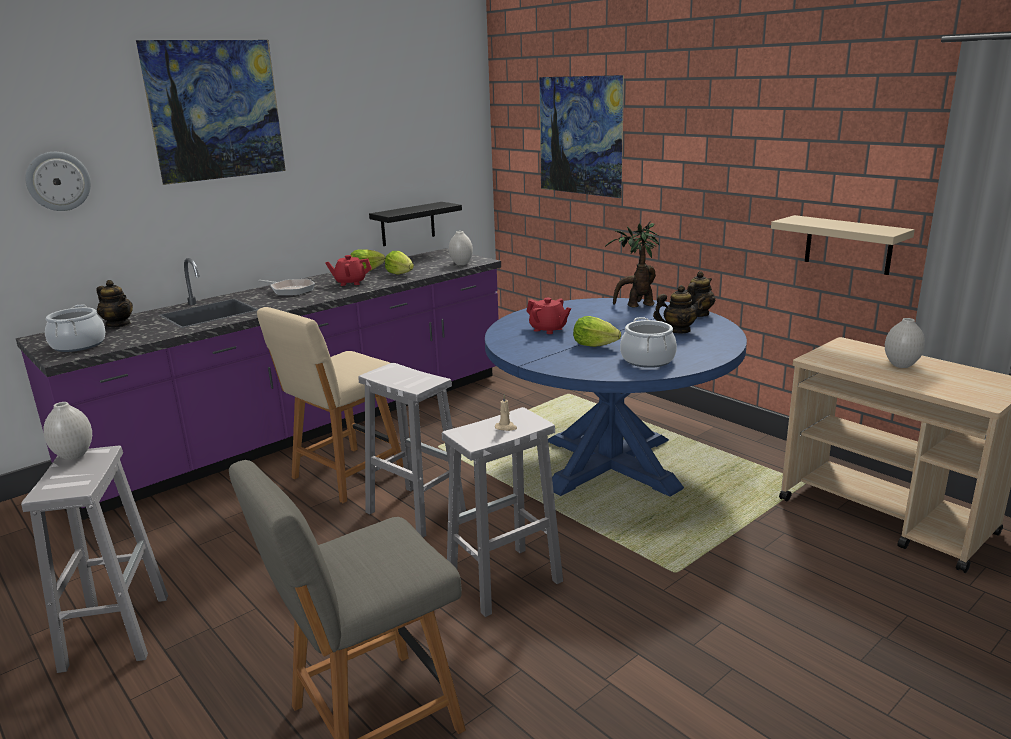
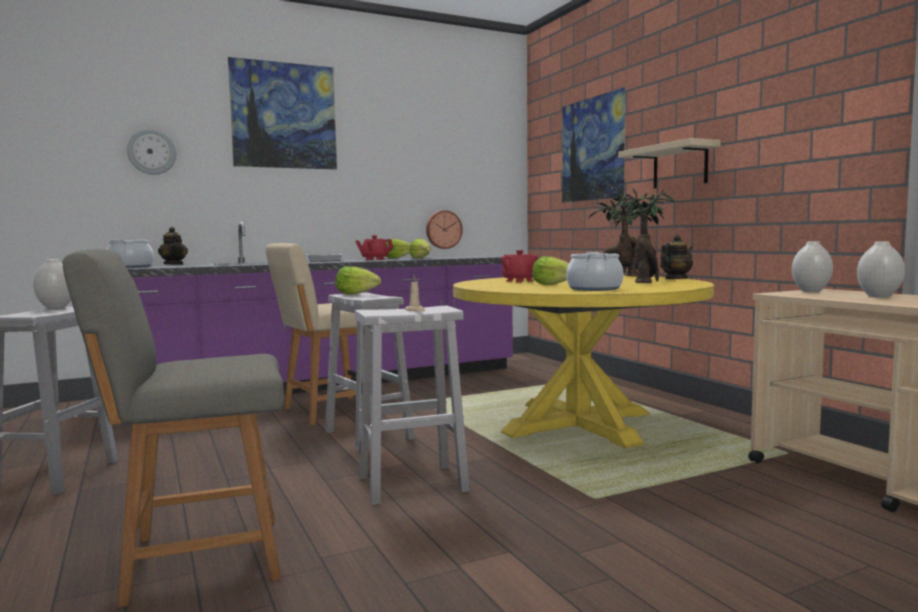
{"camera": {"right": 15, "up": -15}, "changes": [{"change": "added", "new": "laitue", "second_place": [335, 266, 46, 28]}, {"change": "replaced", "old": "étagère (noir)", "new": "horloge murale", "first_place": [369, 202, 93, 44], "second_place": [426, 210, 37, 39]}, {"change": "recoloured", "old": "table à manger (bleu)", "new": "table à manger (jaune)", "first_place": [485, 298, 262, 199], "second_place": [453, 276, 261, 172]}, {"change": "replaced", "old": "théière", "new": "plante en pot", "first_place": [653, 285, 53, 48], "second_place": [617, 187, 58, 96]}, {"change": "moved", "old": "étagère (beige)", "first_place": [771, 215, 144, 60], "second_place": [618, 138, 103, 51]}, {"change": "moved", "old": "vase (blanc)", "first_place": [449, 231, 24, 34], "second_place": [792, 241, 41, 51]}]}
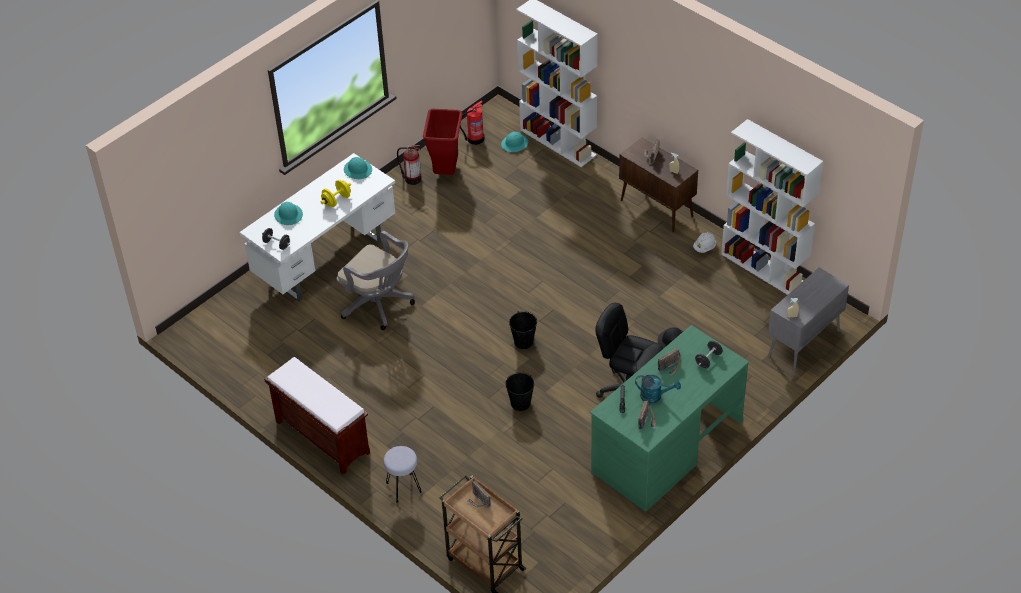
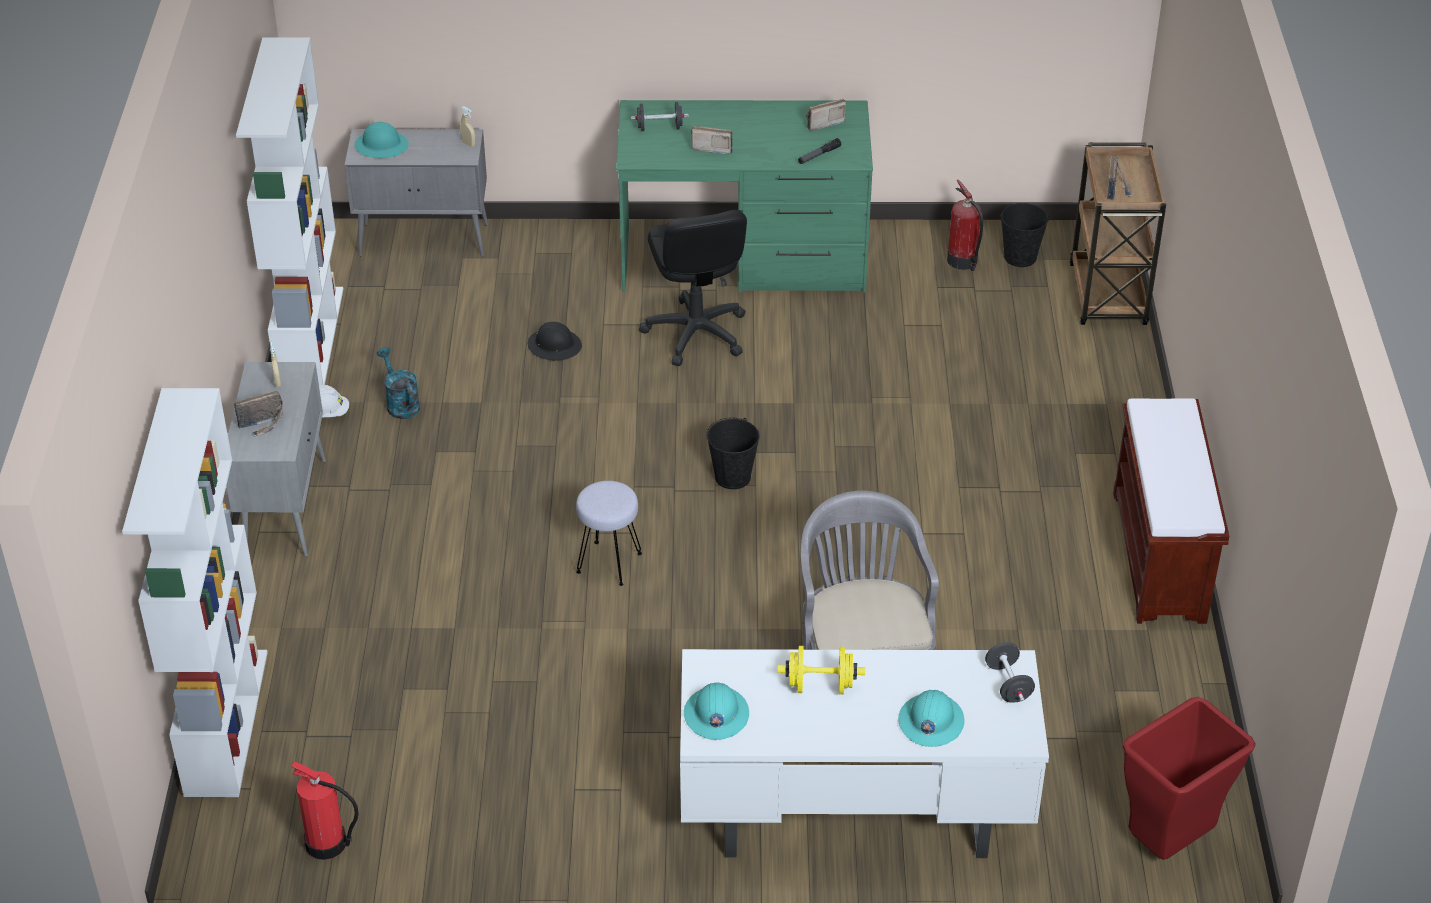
{"camera": {"right": -135, "up": -5}, "changes": [{"change": "recoloured", "old": "meuble de rangement (marron)", "new": "meuble de rangement (gris)", "first_place": [619, 137, 79, 96], "second_place": [226, 362, 100, 195]}, {"change": "moved", "old": "casque de chantier (turquoise)", "first_place": [501, 132, 27, 20], "second_place": [355, 122, 54, 36]}, {"change": "moved", "old": "arrosoir (turquoise)", "first_place": [635, 374, 46, 29], "second_place": [377, 347, 43, 72]}, {"change": "moved", "old": "tabouret (gris)", "first_place": [383, 446, 39, 56], "second_place": [576, 481, 66, 105]}, {"change": "moved", "old": "extincteur", "first_place": [397, 145, 25, 40], "second_place": [947, 180, 36, 91]}, {"change": "moved", "old": "seau (noir)", "first_place": [505, 372, 29, 39], "second_place": [1001, 203, 48, 64]}, {"change": "moved", "old": "poubelle (rouge)", "first_place": [423, 109, 40, 66], "second_place": [1123, 697, 133, 163]}]}
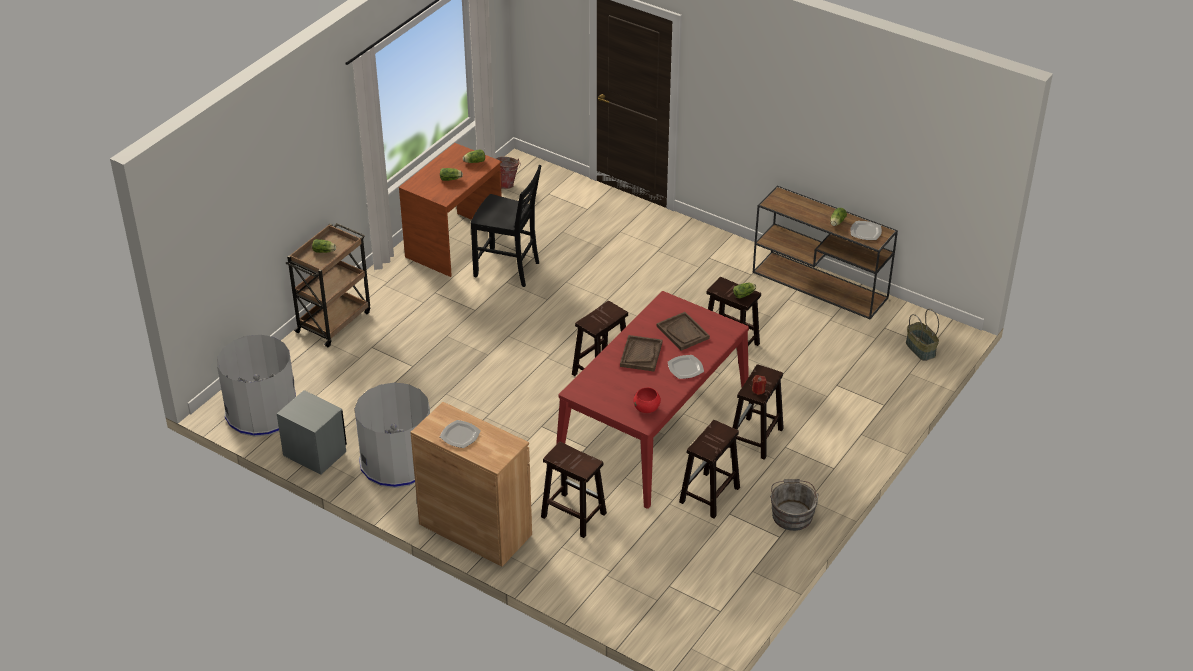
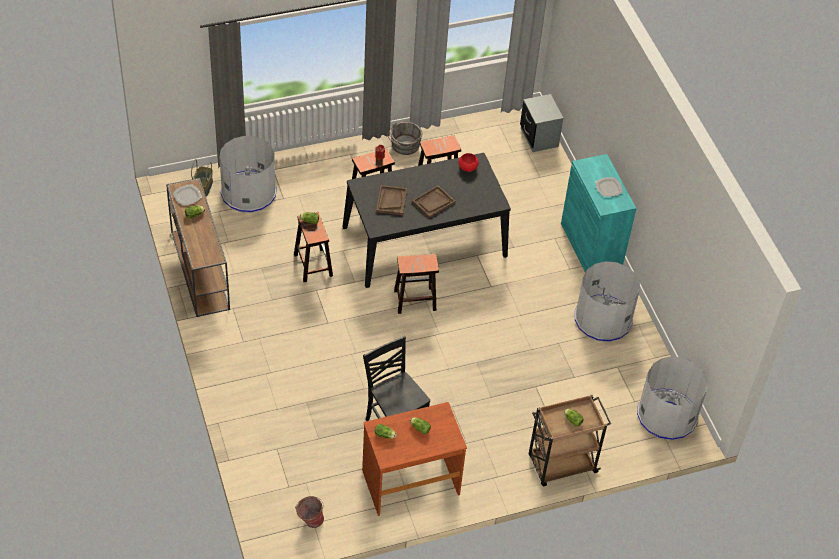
{"camera": {"right": -145, "up": 10}, "changes": [{"change": "added", "new": "poubelle (gris)", "second_place": [219, 136, 58, 77]}, {"change": "recoloured", "old": "table à manger (rouge)", "new": "table à manger (noir)", "first_place": [556, 291, 193, 218], "second_place": [342, 153, 169, 135]}, {"change": "moved", "old": "table de chevet (gris)", "first_place": [277, 390, 70, 85], "second_place": [520, 94, 43, 58]}, {"change": "recoloured", "old": "meuble de rangement (marron)", "new": "meuble de rangement (turquoise)", "first_place": [410, 402, 122, 165], "second_place": [561, 154, 75, 119]}, {"change": "removed", "old": "tabouret (marron)", "first_place": [541, 442, 66, 96]}, {"change": "removed", "old": "assiette", "first_place": [668, 355, 36, 24]}]}
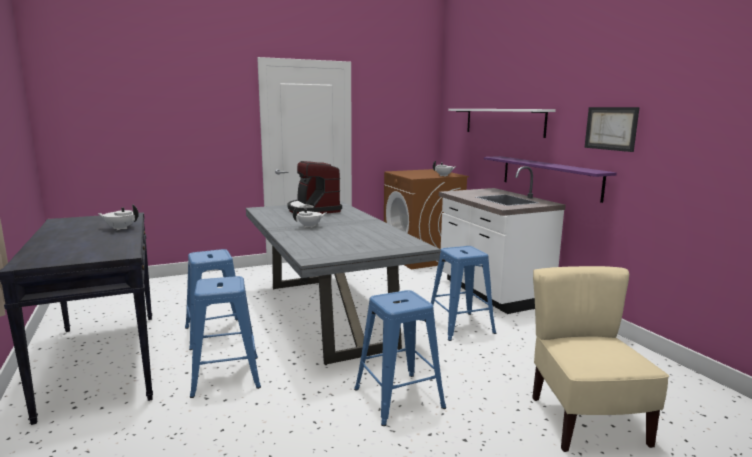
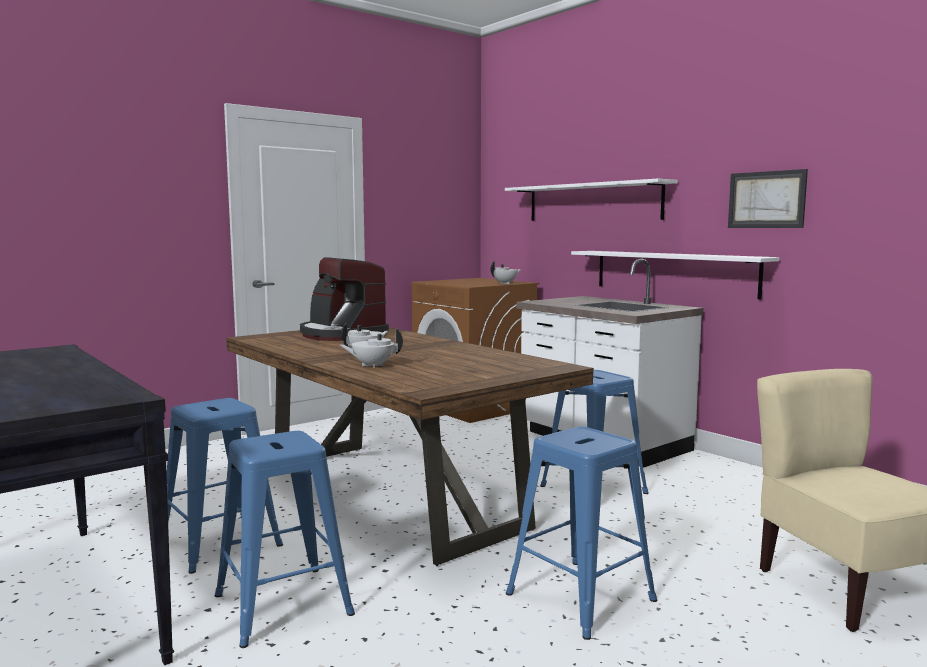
{"camera": {"right": -15, "up": -5}, "changes": [{"change": "recoloured", "old": "table à manger (gris)", "new": "table à manger (marron)", "first_place": [246, 201, 194, 164], "second_place": [226, 327, 368, 239]}, {"change": "moved", "old": "théière (blanc)", "first_place": [98, 204, 41, 26], "second_place": [340, 328, 63, 40]}, {"change": "recoloured", "old": "étagère (violet)", "new": "étagère (blanc)", "first_place": [484, 156, 133, 47], "second_place": [571, 251, 209, 49]}]}
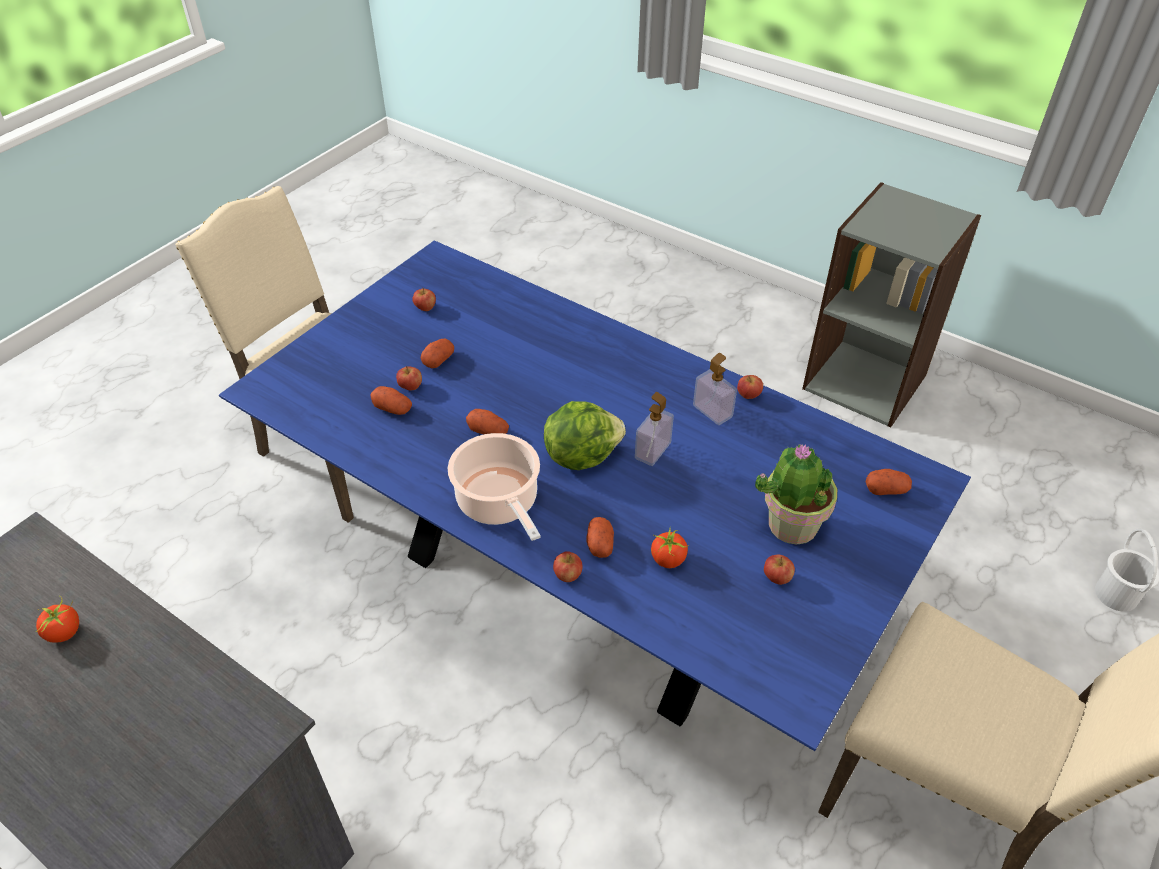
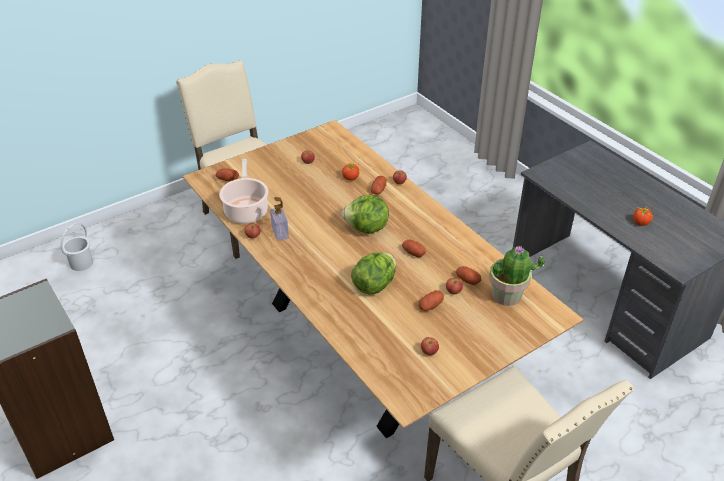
{"camera": {"right": -160, "up": -5}, "changes": [{"change": "recoloured", "old": "table à manger (bleu)", "new": "table à manger (marron)", "first_place": [219, 240, 752, 511], "second_place": [182, 120, 402, 318]}, {"change": "moved", "old": "marmite", "first_place": [448, 433, 92, 108], "second_place": [219, 159, 50, 65]}, {"change": "added", "new": "laitue", "second_place": [351, 252, 45, 42]}, {"change": "moved", "old": "plante en pot", "first_place": [755, 444, 82, 101], "second_place": [489, 246, 56, 60]}, {"change": "removed", "old": "distributeur de savon", "first_place": [635, 392, 39, 74]}]}
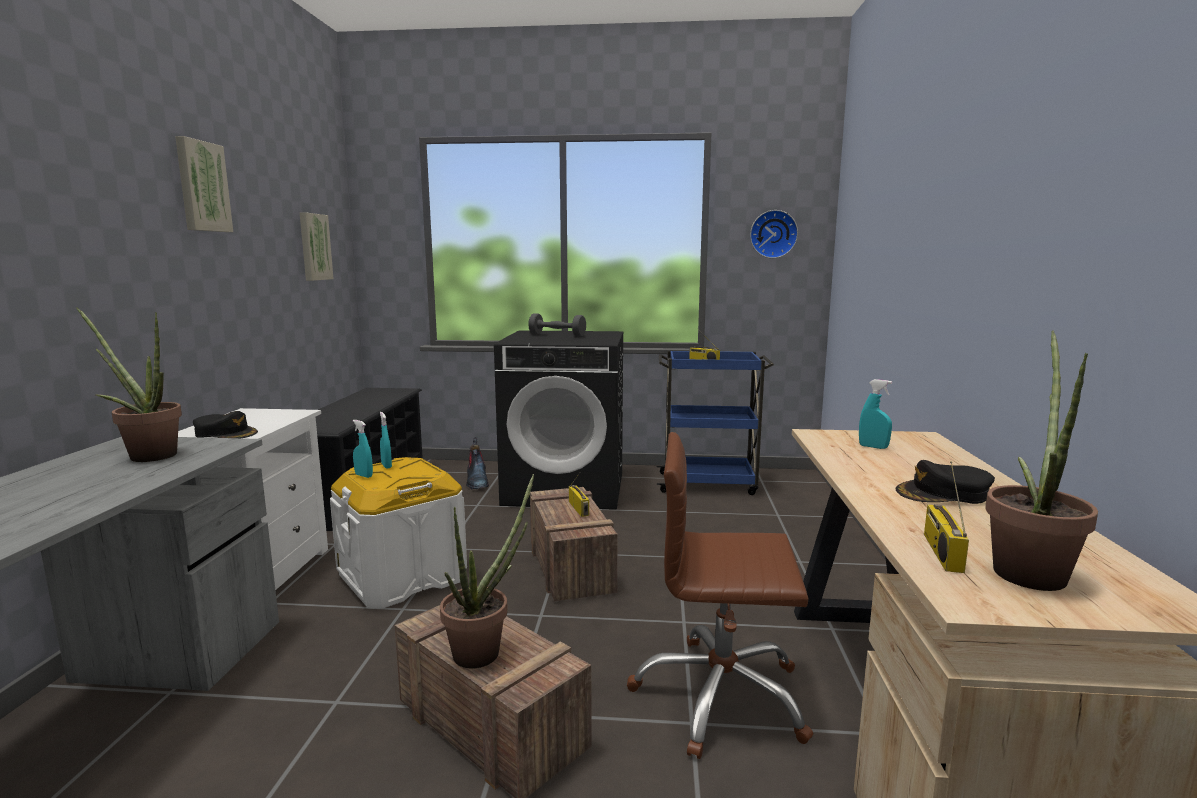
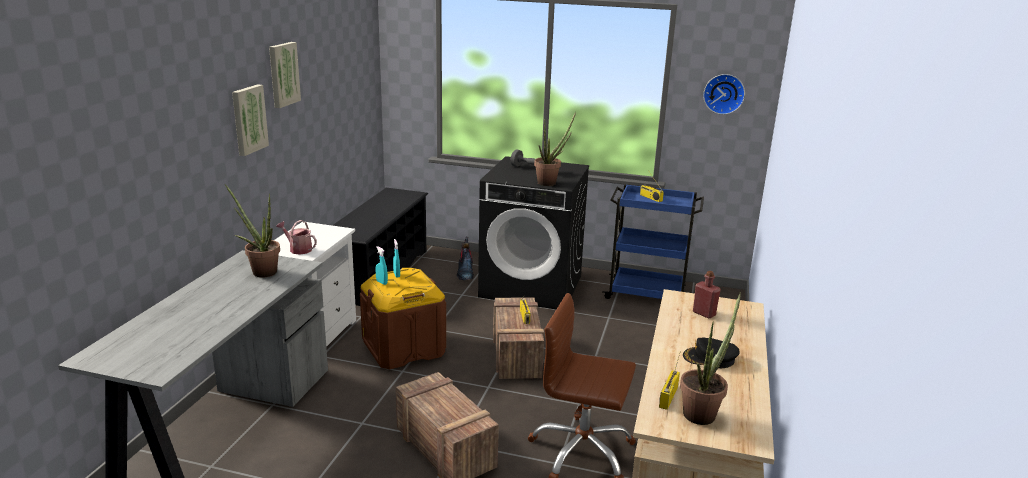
{"camera": {"right": 10, "up": 10}, "changes": [{"change": "moved", "old": "tableau", "first_place": [300, 212, 34, 69], "second_place": [232, 84, 37, 72]}, {"change": "replaced", "old": "casquette (noir)", "new": "arrosoir", "first_place": [193, 411, 65, 27], "second_place": [276, 220, 41, 35]}, {"change": "recoloured", "old": "boîte de rangement (blanc)", "new": "boîte de rangement (marron)", "first_place": [330, 457, 137, 152], "second_place": [360, 268, 86, 101]}, {"change": "moved", "old": "plante en pot", "first_place": [440, 474, 94, 194], "second_place": [534, 112, 42, 74]}, {"change": "replaced", "old": "vaporisateur (turquoise)", "new": "bouteille (rouge)", "first_place": [859, 379, 33, 70], "second_place": [693, 271, 28, 48]}]}
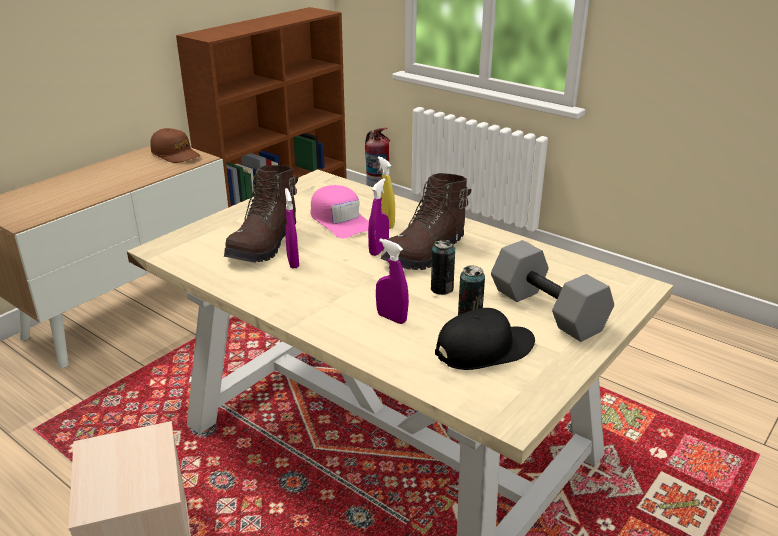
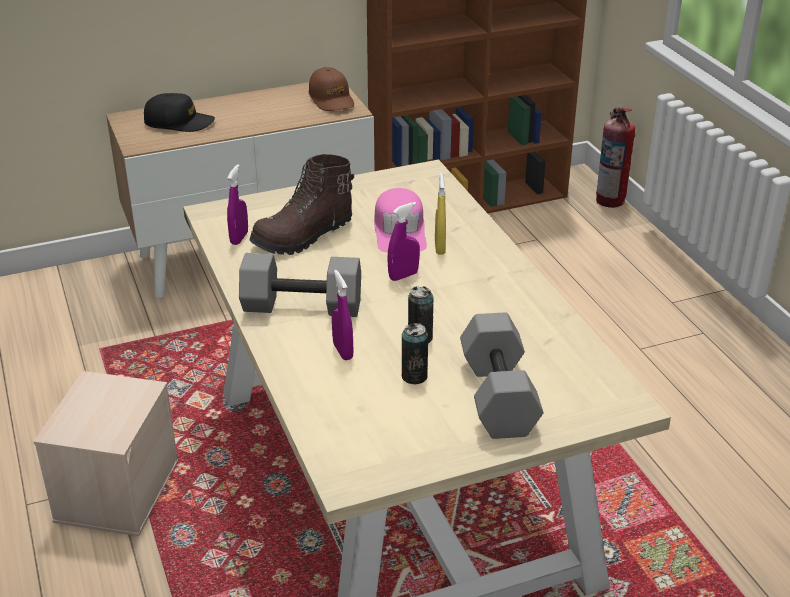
{"camera": {"right": 30, "up": 5}, "changes": [{"change": "moved", "old": "casquette (noir)", "first_place": [435, 308, 100, 62], "second_place": [144, 93, 71, 39]}, {"change": "moved", "old": "vaporisateur (violet)", "first_place": [285, 188, 14, 81], "second_place": [227, 164, 21, 81]}, {"change": "added", "new": "haltère (gris)", "second_place": [239, 253, 122, 64]}, {"change": "removed", "old": "botte (marron)", "first_place": [381, 173, 90, 97]}]}
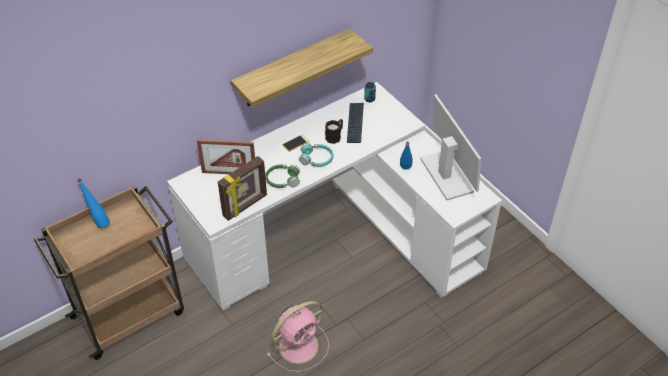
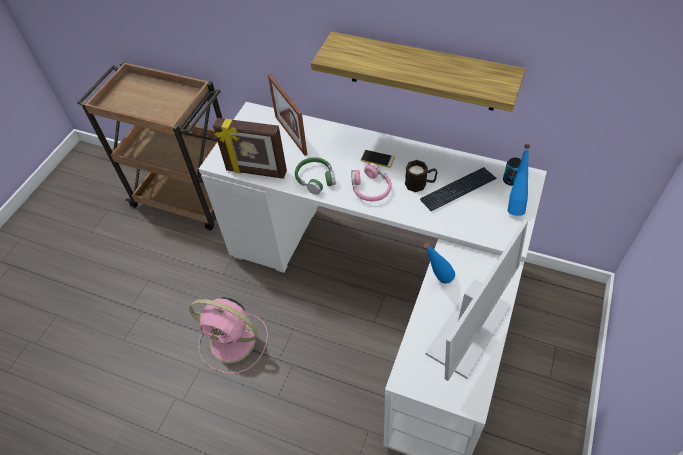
{"camera": {"right": 60, "up": 5}, "changes": [{"change": "recoloured", "old": "casque audio (turquoise)", "new": "casque audio (rose)", "first_place": [299, 143, 35, 24], "second_place": [351, 163, 41, 38]}, {"change": "moved", "old": "bouteille (bleu)", "first_place": [77, 178, 33, 50], "second_place": [508, 144, 22, 72]}]}
